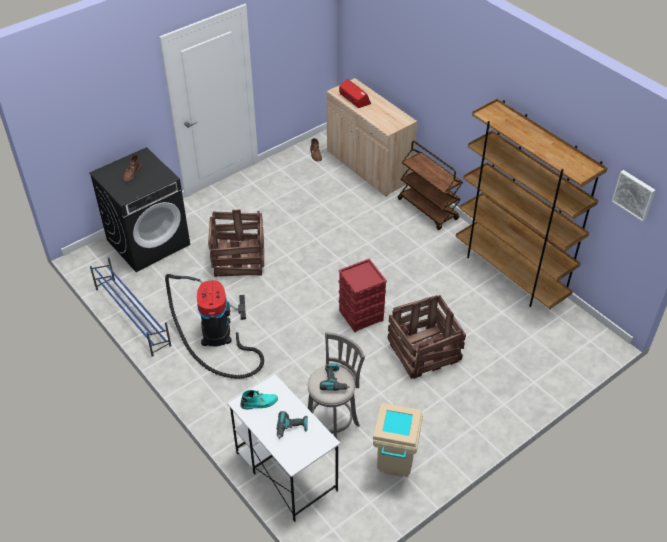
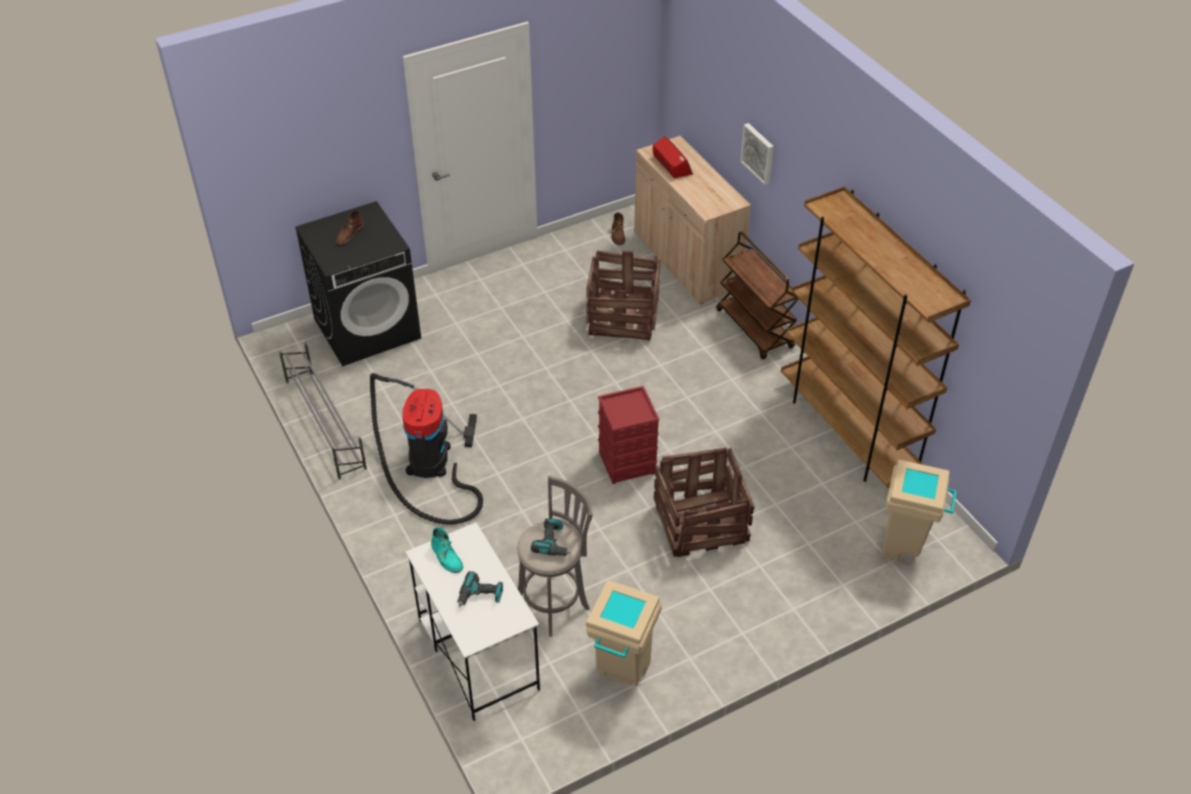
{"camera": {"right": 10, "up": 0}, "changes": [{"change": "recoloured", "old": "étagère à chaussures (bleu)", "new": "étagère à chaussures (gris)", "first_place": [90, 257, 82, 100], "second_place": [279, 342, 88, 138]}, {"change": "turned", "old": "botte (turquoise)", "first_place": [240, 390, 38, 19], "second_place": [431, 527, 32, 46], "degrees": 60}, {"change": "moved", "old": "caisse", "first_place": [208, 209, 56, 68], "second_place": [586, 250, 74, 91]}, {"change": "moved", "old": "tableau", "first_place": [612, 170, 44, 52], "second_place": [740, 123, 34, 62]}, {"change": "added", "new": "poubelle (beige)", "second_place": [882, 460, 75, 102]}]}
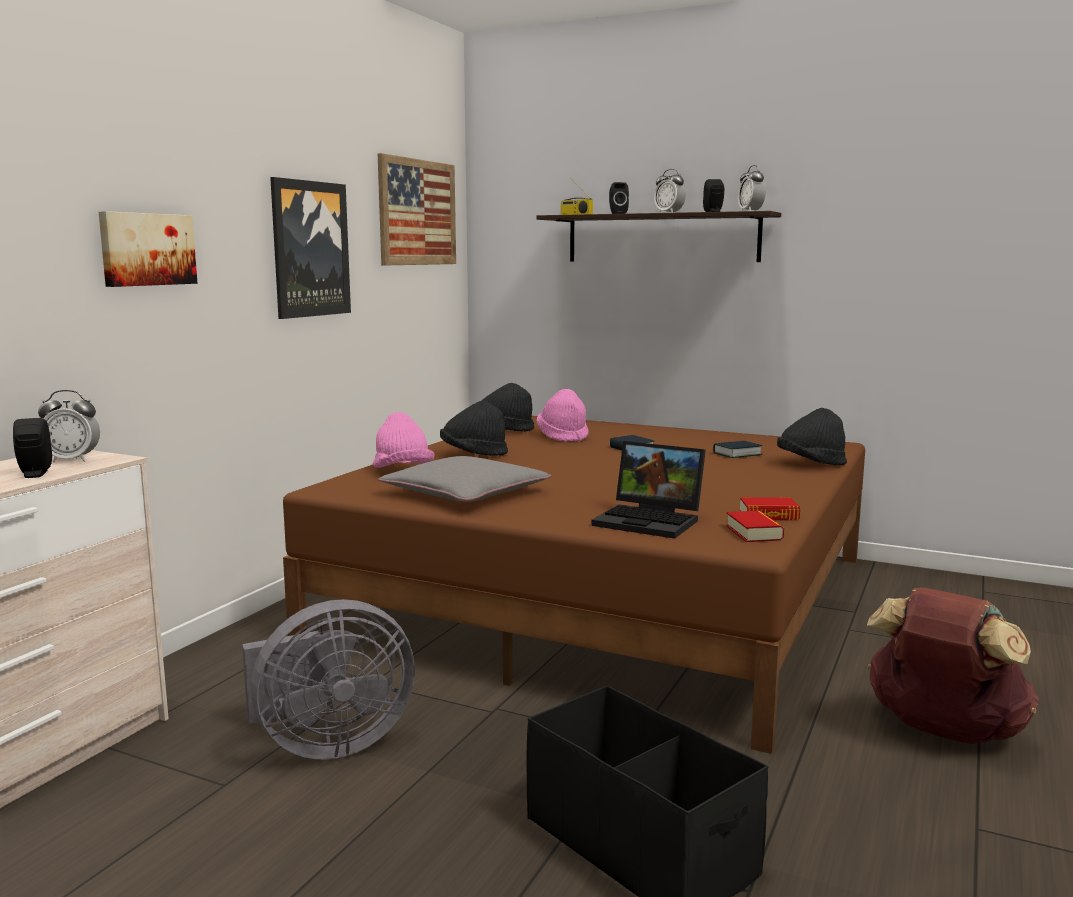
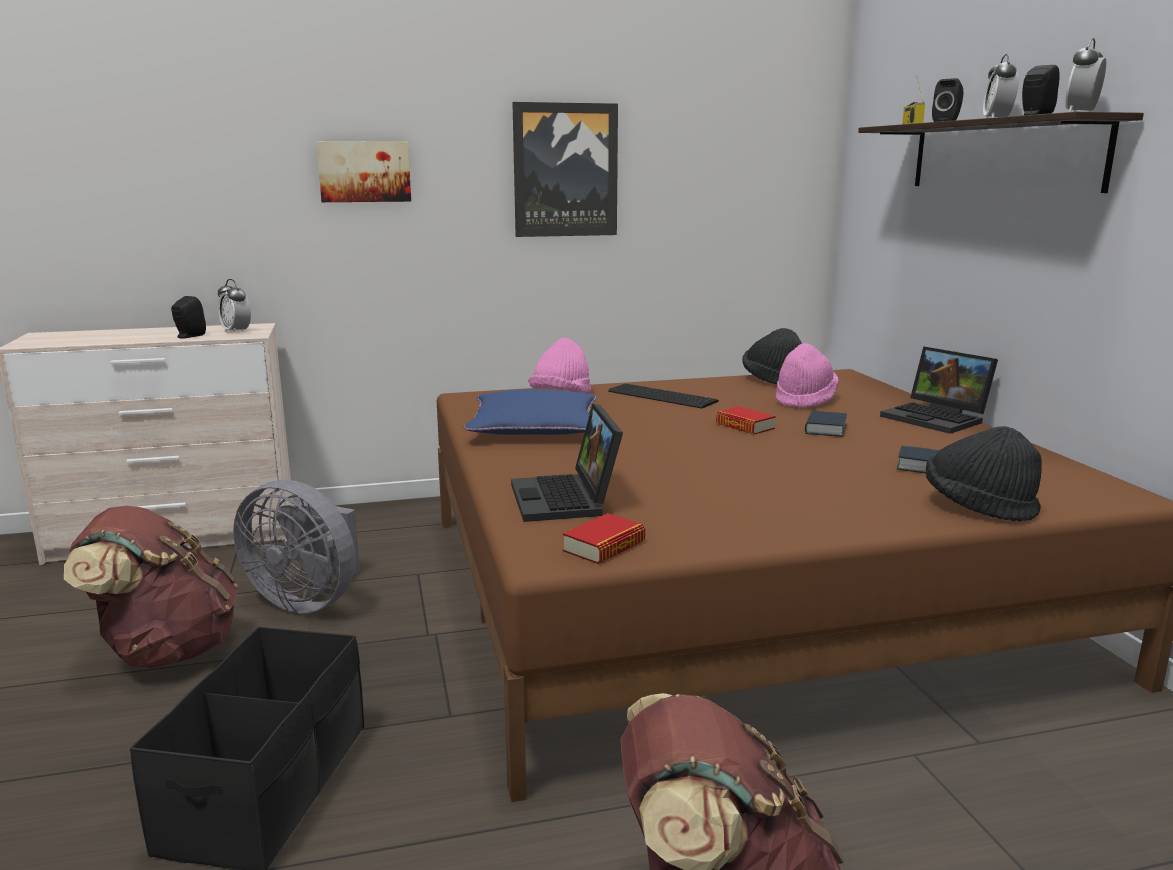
{"camera": {"right": 50, "up": 5}, "changes": [{"change": "added", "new": "sac à dos (marron)", "second_place": [64, 506, 174, 162]}, {"change": "recoloured", "old": "coussin (gris)", "new": "coussin (bleu)", "first_place": [378, 456, 173, 46], "second_place": [463, 389, 134, 46]}, {"change": "replaced", "old": "chapeau (noir)", "new": "clavier", "first_place": [440, 401, 68, 55], "second_place": [608, 384, 111, 25]}, {"change": "moved", "old": "livre", "first_place": [740, 497, 60, 23], "second_place": [716, 406, 60, 29]}, {"change": "added", "new": "ordinateur portable", "second_place": [880, 346, 118, 88]}, {"change": "removed", "old": "tableau", "first_place": [378, 153, 78, 113]}]}
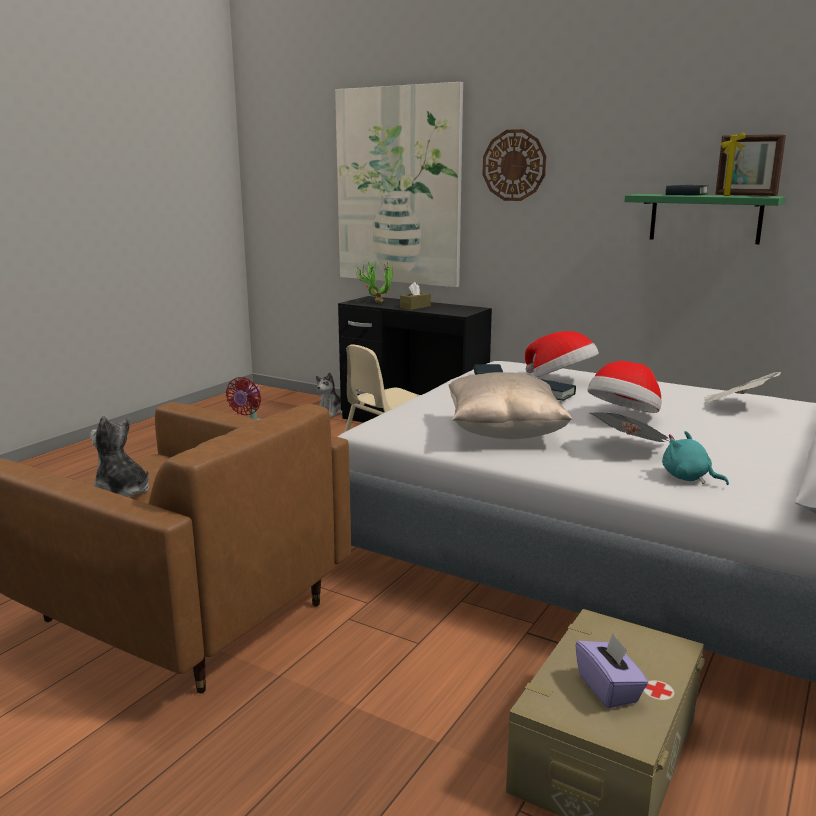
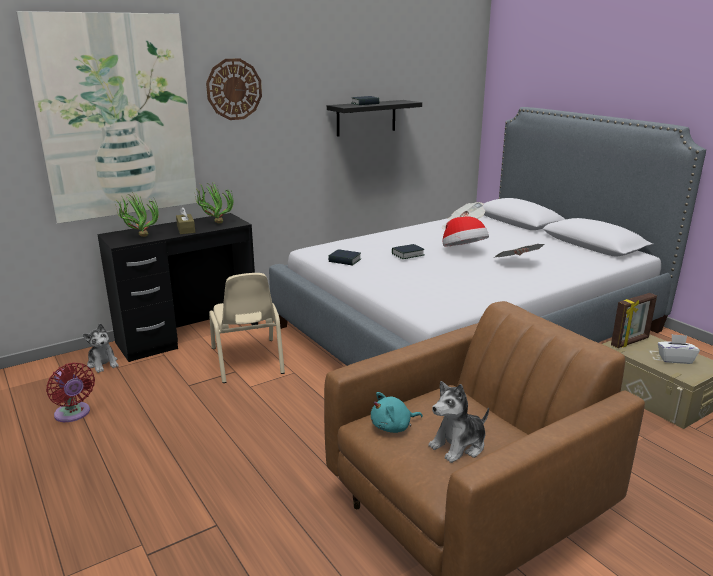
{"camera": {"right": -65, "up": 5}, "changes": [{"change": "added", "new": "plante en pot", "second_place": [195, 181, 38, 42]}, {"change": "recoloured", "old": "étagère (vert)", "new": "étagère (noir)", "first_place": [624, 194, 161, 50], "second_place": [327, 100, 95, 37]}, {"change": "moved", "old": "peluche (turquoise)", "first_place": [662, 431, 67, 54], "second_place": [371, 392, 52, 41]}, {"change": "moved", "old": "cadre photo", "first_place": [715, 132, 71, 64], "second_place": [611, 293, 46, 55]}, {"change": "recoloured", "old": "boîte à mouchoirs (violet)", "new": "boîte à mouchoirs (blanc)", "first_place": [575, 633, 73, 75], "second_place": [658, 334, 42, 30]}, {"change": "removed", "old": "coussin (beige)", "first_place": [449, 372, 123, 67]}, {"change": "removed", "old": "chapeau", "first_place": [525, 331, 74, 46]}]}
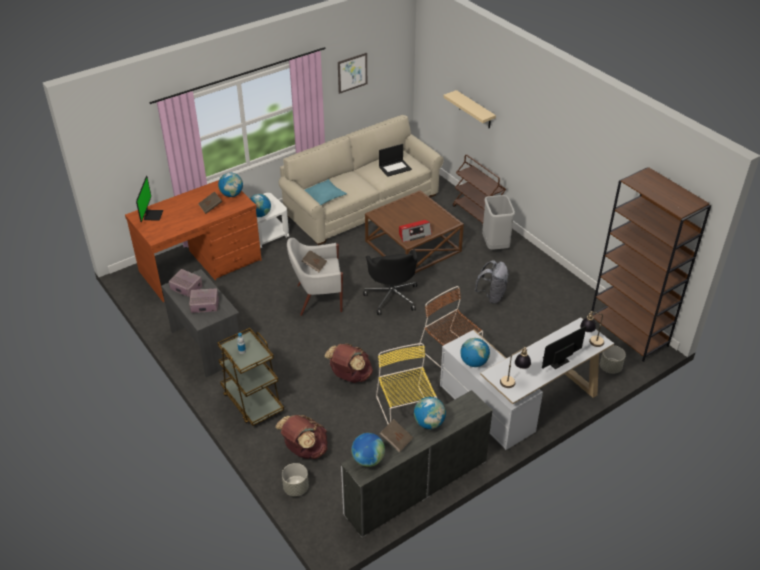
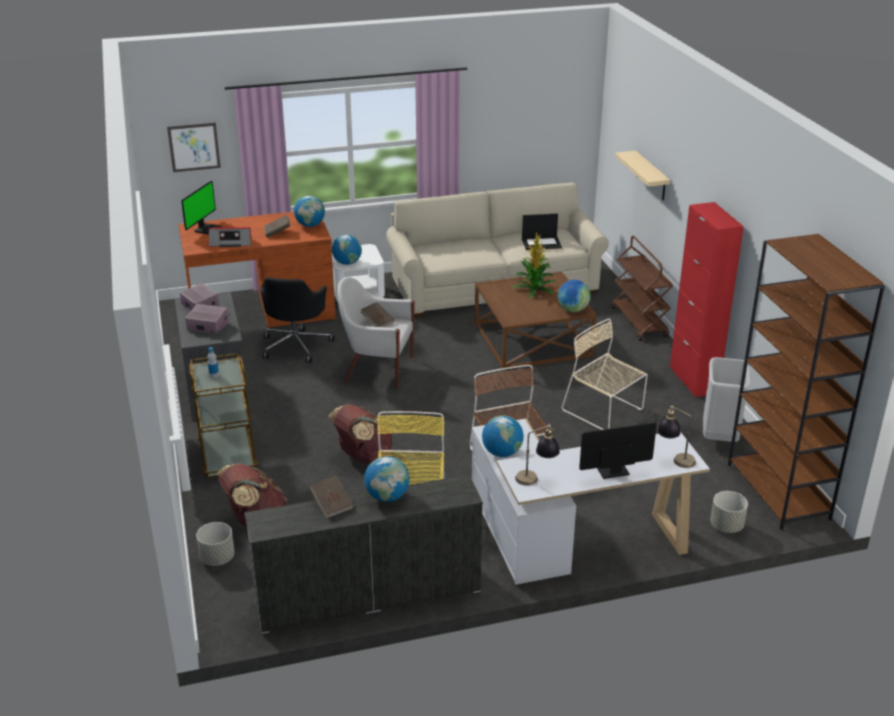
{"camera": {"right": 20, "up": -10}, "changes": [{"change": "moved", "old": "tableau", "first_place": [338, 53, 29, 41], "second_place": [167, 122, 54, 50]}, {"change": "moved", "old": "radio", "first_place": [399, 220, 33, 22], "second_place": [209, 227, 43, 20]}, {"change": "moved", "old": "chaise de bureau (noir)", "first_place": [363, 249, 54, 66], "second_place": [260, 277, 74, 86]}, {"change": "added", "new": "plante en pot", "second_place": [513, 232, 43, 66]}, {"change": "moved", "old": "globe", "first_place": [351, 433, 34, 34], "second_place": [558, 280, 32, 32]}, {"change": "replaced", "old": "sac à dos (gris)", "new": "chaise (beige)", "first_place": [474, 260, 35, 44], "second_place": [561, 319, 87, 111]}, {"change": "added", "new": "meuble de rangement (rouge)", "second_place": [670, 202, 74, 195]}, {"change": "moved", "old": "poubelle (gris)", "first_place": [482, 195, 33, 55], "second_place": [703, 357, 47, 85]}, {"change": "removed", "old": "coussin (turquoise)", "first_place": [305, 179, 42, 26]}]}
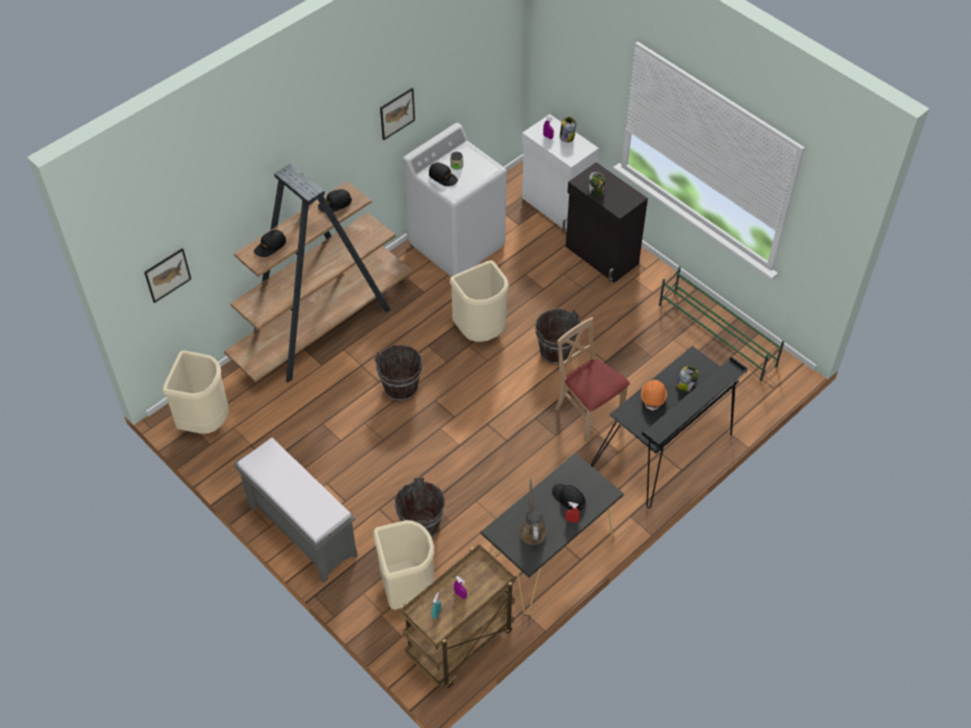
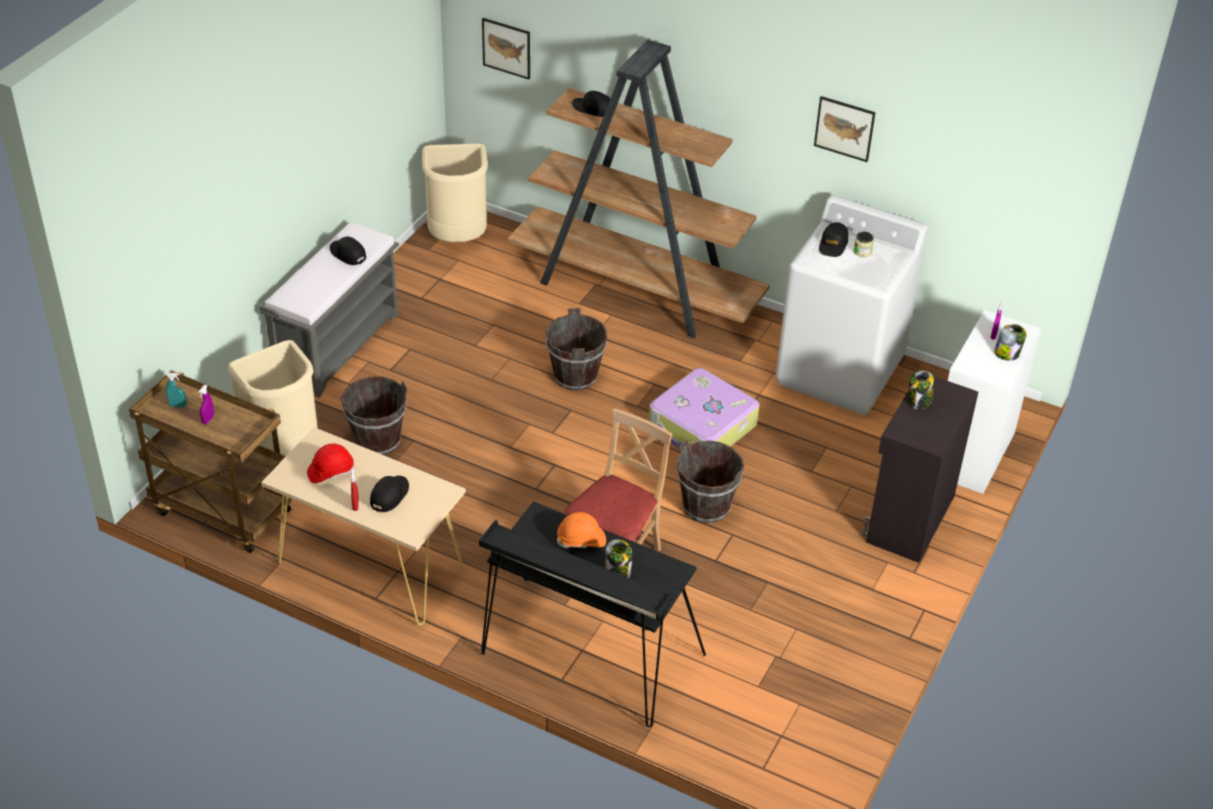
{"camera": {"right": 70, "up": -10}, "changes": [{"change": "recoloured", "old": "table console (noir)", "new": "table console (beige)", "first_place": [481, 453, 143, 161], "second_place": [261, 427, 205, 198]}, {"change": "replaced", "old": "arrosoir (marron)", "new": "casque de chantier (rouge)", "first_place": [519, 479, 28, 66], "second_place": [307, 444, 47, 39]}, {"change": "moved", "old": "casquette (noir)", "first_place": [318, 189, 34, 24], "second_place": [330, 236, 36, 29]}, {"change": "replaced", "old": "poubelle (beige)", "new": "valise", "first_place": [450, 260, 59, 82], "second_place": [649, 368, 111, 87]}, {"change": "removed", "old": "étagère à chaussures (vert)", "first_place": [659, 266, 125, 115]}]}
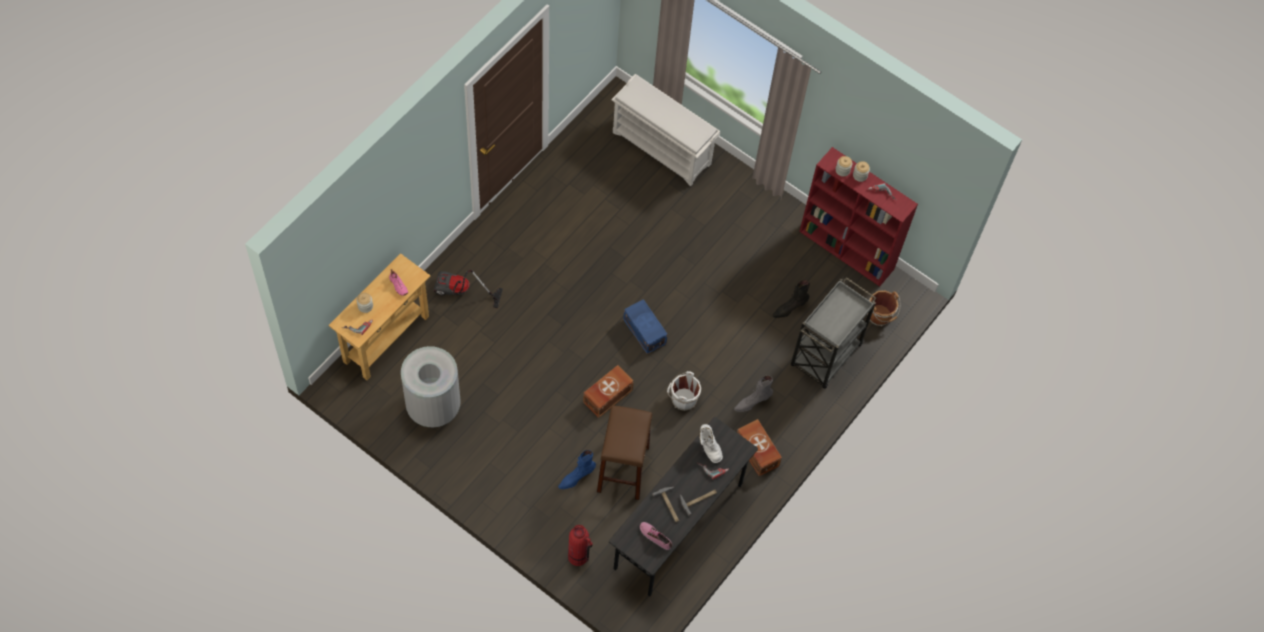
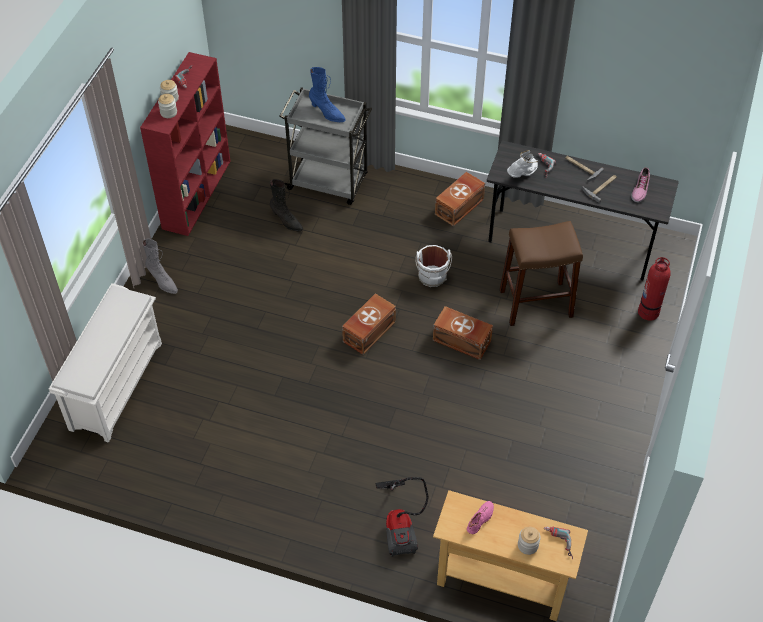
{"camera": {"right": -105, "up": -10}, "changes": [{"change": "moved", "old": "botte (gris)", "first_place": [734, 375, 39, 37], "second_place": [142, 239, 36, 55]}, {"change": "moved", "old": "botte (bleu)", "first_place": [558, 450, 38, 39], "second_place": [309, 67, 36, 55]}, {"change": "recoloured", "old": "boîte de rangement (bleu)", "new": "boîte de rangement (marron)", "first_place": [623, 299, 45, 55], "second_place": [342, 293, 54, 62]}, {"change": "removed", "old": "poubelle (gris)", "first_place": [401, 346, 60, 81]}, {"change": "removed", "old": "seau (marron)", "first_place": [867, 291, 34, 35]}]}
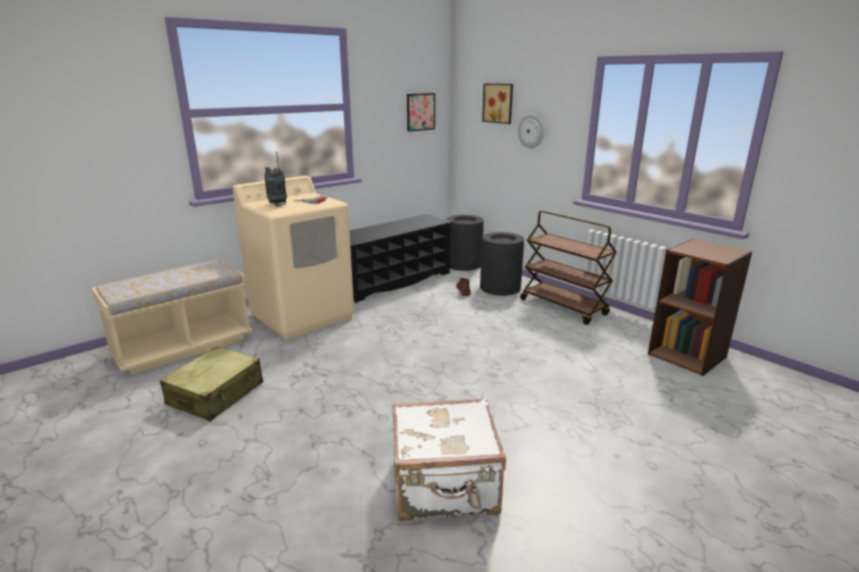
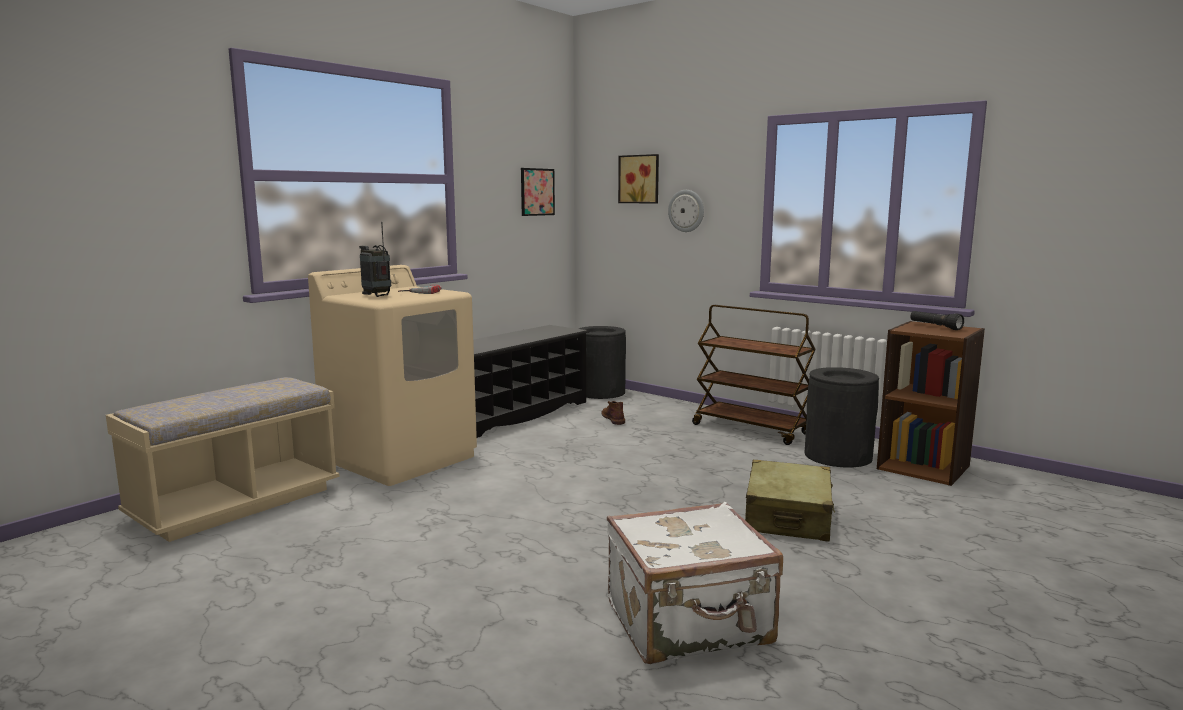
{"camera": {"right": -10, "up": -10}, "changes": [{"change": "moved", "old": "valise (beige)", "first_place": [160, 346, 103, 75], "second_place": [745, 460, 90, 82]}, {"change": "moved", "old": "poubelle (noir)", "first_place": [480, 232, 44, 64], "second_place": [805, 367, 74, 101]}, {"change": "added", "new": "lampe de poche (noir)", "second_place": [910, 311, 54, 19]}]}
